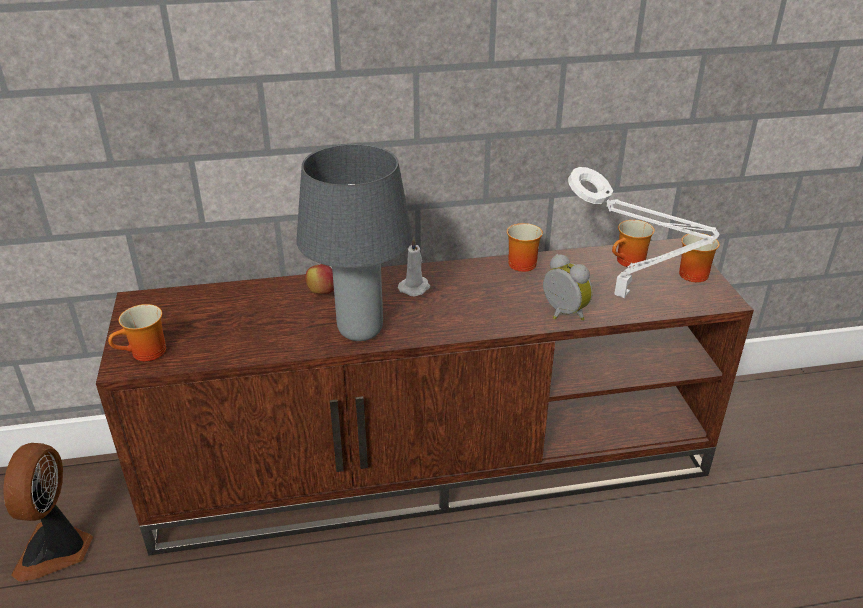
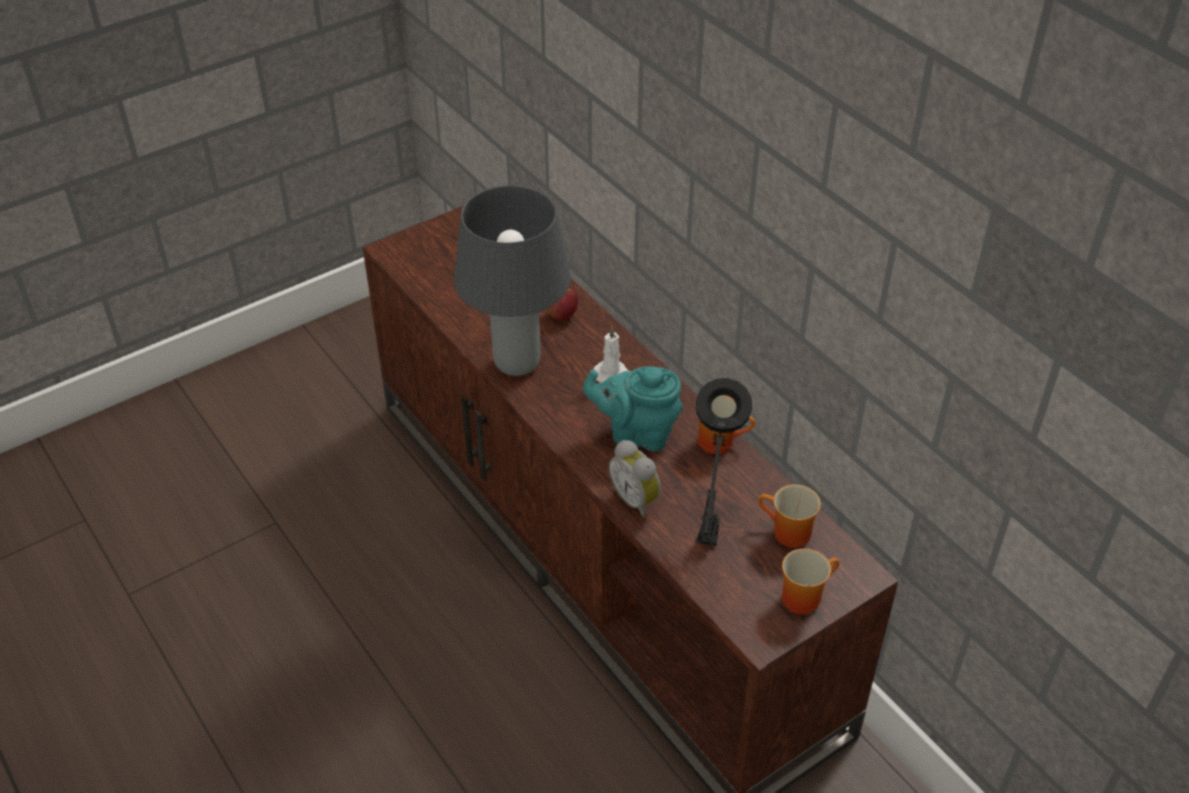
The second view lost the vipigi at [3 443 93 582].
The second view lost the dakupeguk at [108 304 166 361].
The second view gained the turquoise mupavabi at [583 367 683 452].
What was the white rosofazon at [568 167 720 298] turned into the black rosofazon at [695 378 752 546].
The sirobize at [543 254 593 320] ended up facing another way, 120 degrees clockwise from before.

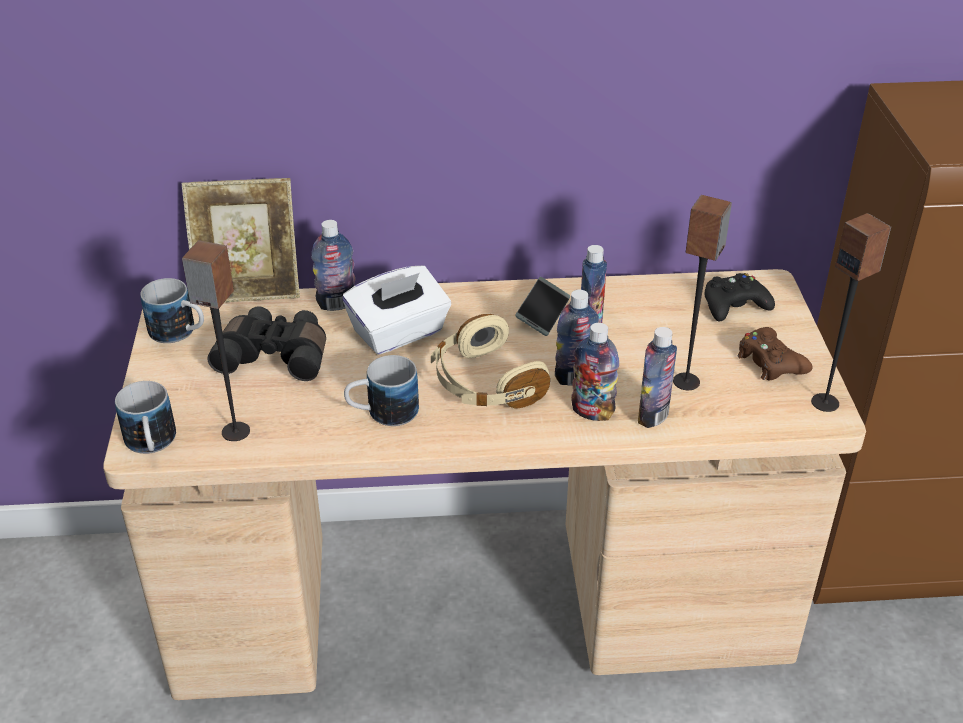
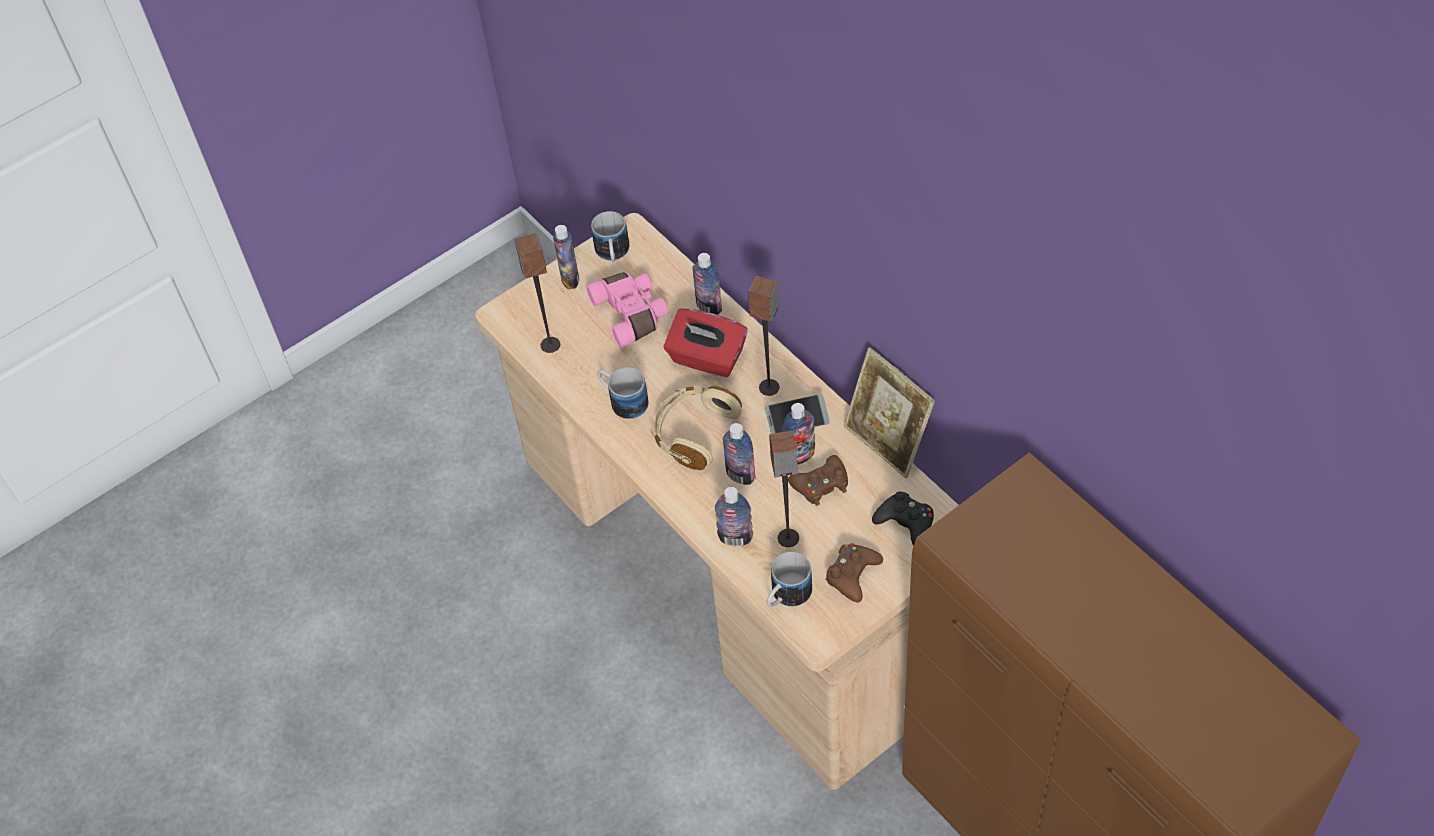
The second view gained the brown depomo at [788 455 848 506].
The dakupeguk ended up elsewhere, having gone from [115 381 176 454] to [767 552 812 607].
The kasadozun ended up elsewhere, having gone from [182 178 300 303] to [844 347 935 478].
The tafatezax ended up elsewhere, having gone from [571 323 619 421] to [553 225 579 290].
The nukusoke ended up elsewhere, having gone from [811 213 891 412] to [748 276 780 396].
What was the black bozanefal at [207 306 326 381] turned into the pink bozanefal at [586 272 668 348].
What was the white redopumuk at [342 266 451 355] turned into the red redopumuk at [664 309 748 377].

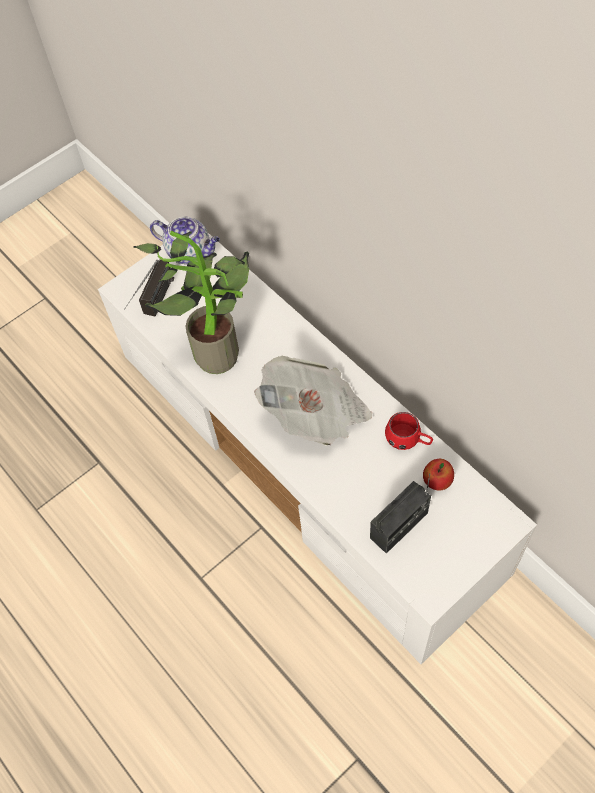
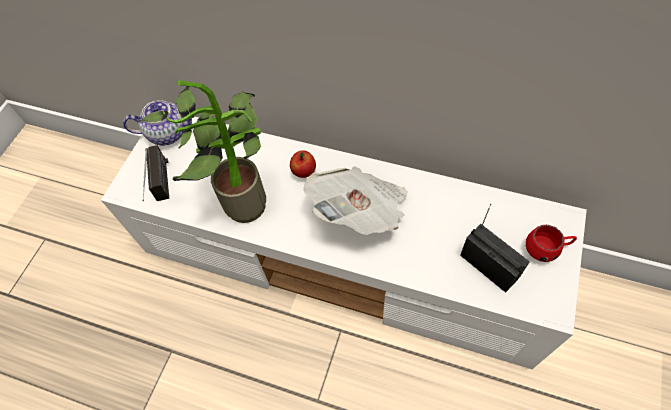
The red dakupeguk ended up elsewhere, having gone from [385 412 433 450] to [526 225 577 262].
The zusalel ended up elsewhere, having gone from [423 459 454 490] to [290 150 316 178].
The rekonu at [370 474 431 553] ended up facing another way, 60 degrees counterclockwise from before.

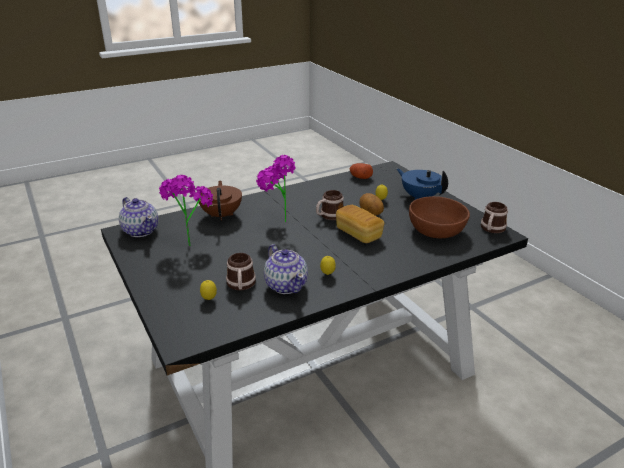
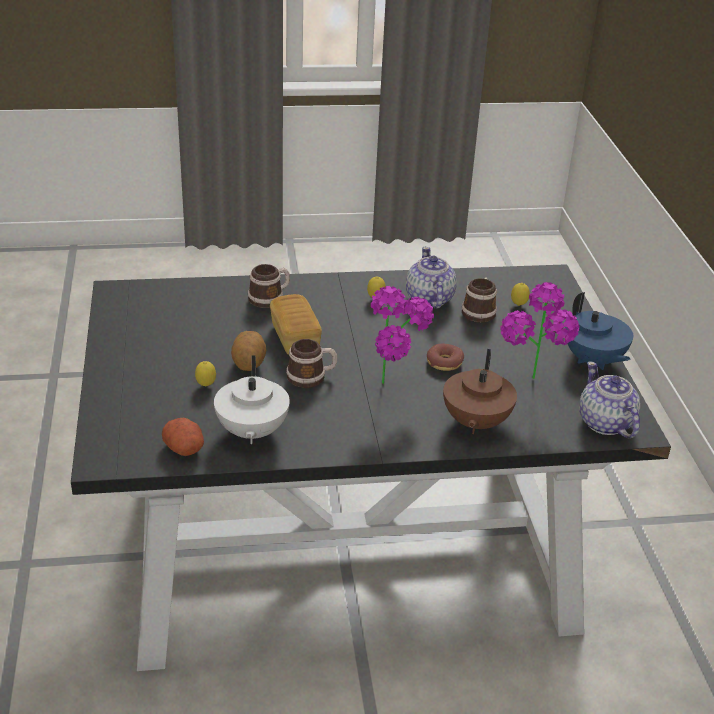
The second view lost the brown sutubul at [409 196 470 238].
The second view gained the white mupavabi at [214 355 290 444].
The second view gained the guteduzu at [427 344 464 371].
The blue mupavabi ended up elsewhere, having gone from [397 169 448 200] to [565 292 633 370].
The dakupeguk ended up elsewhere, having gone from [481 202 508 233] to [248 264 290 308].

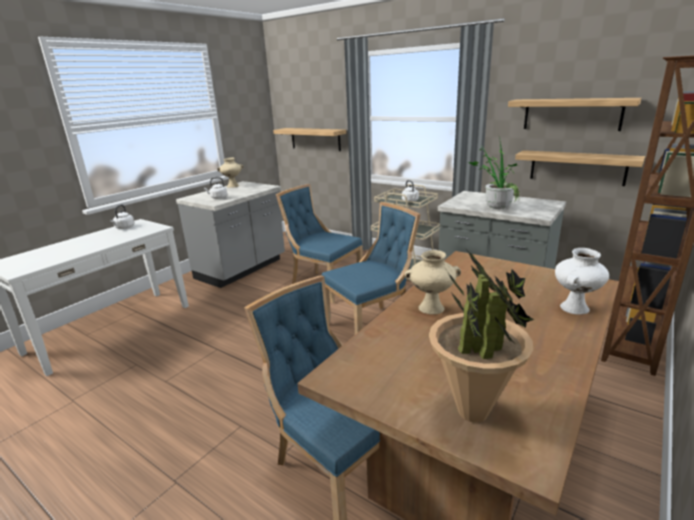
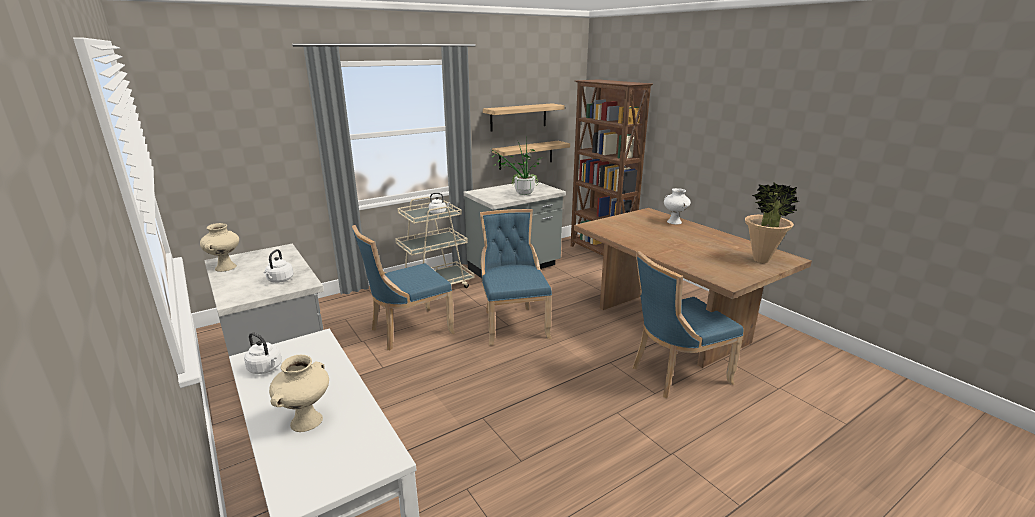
The second view lost the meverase at [273 128 346 151].
The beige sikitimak ended up elsewhere, having gone from [405 250 461 315] to [269 355 329 432].

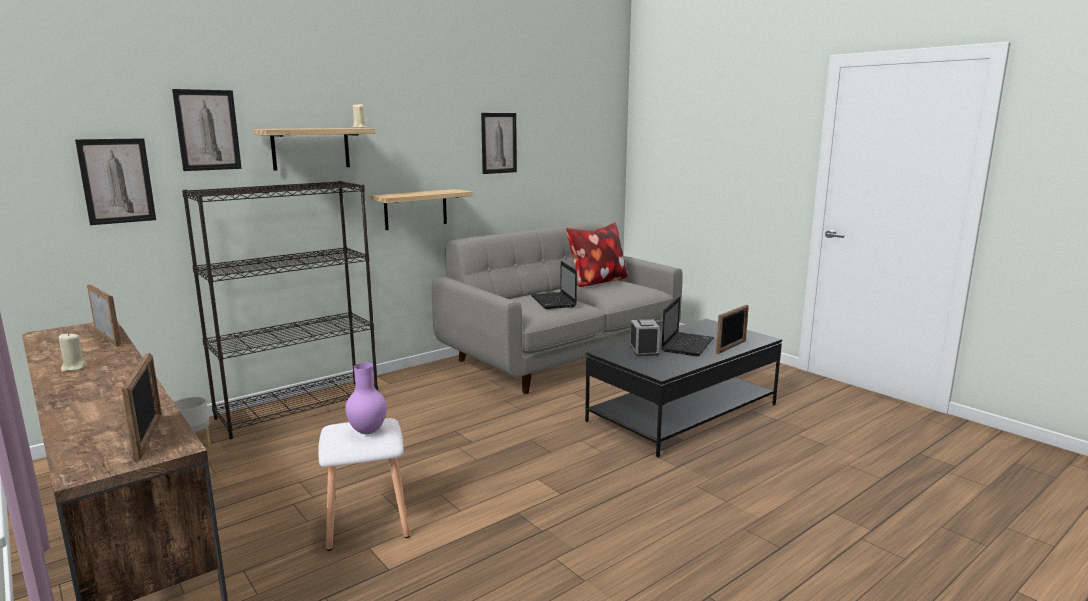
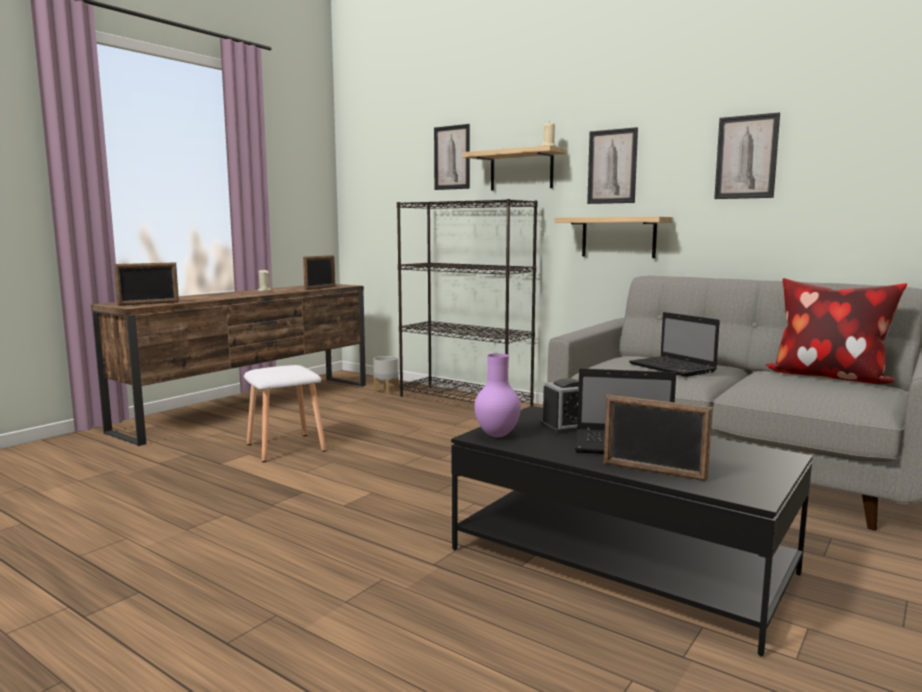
The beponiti ended up elsewhere, having gone from [75 138 156 225] to [587 127 638 204].
The purple sikitimak ended up elsewhere, having gone from [345 363 387 434] to [474 353 521 437].
The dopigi at [531 261 577 309] ended up facing another way, 90 degrees counterclockwise from before.

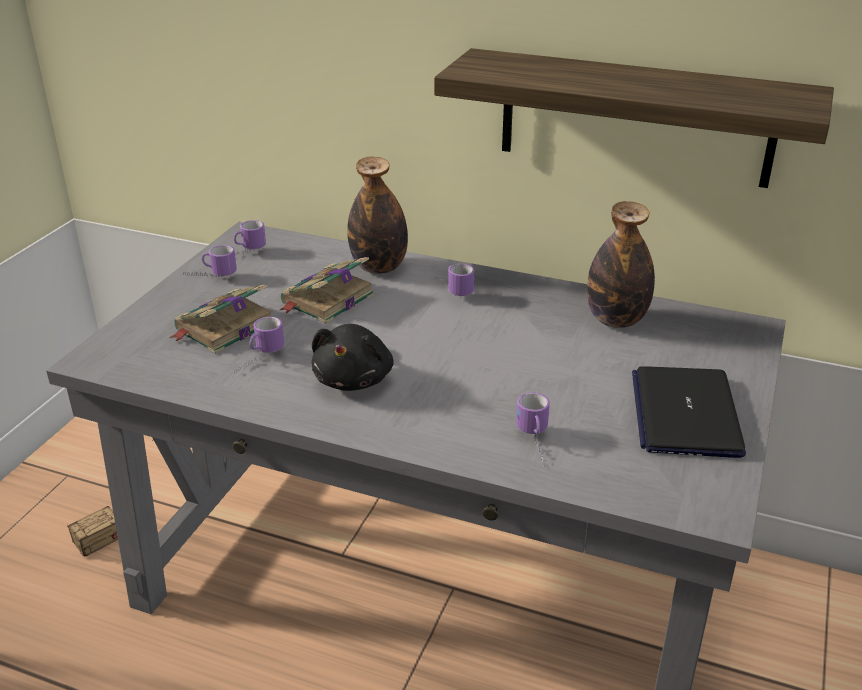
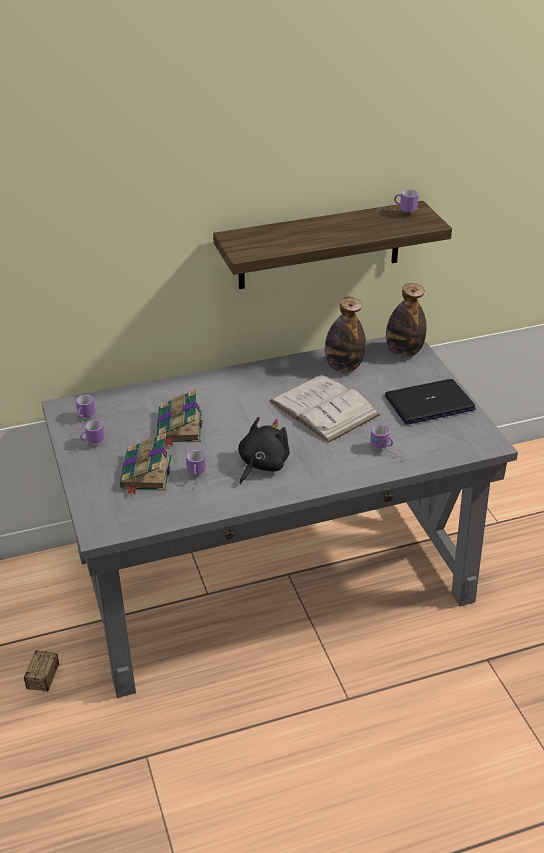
The second view gained the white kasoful at [269 375 380 443].
The tafatezax ended up elsewhere, having gone from [347 156 408 274] to [386 283 427 358].
The dakupeguk ended up elsewhere, having gone from [436 264 474 296] to [380 190 419 213].
The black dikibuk at [312 324 394 391] ended up facing another way, 120 degrees counterclockwise from before.
The dopigi at [632 366 746 458] ended up facing another way, 105 degrees clockwise from before.

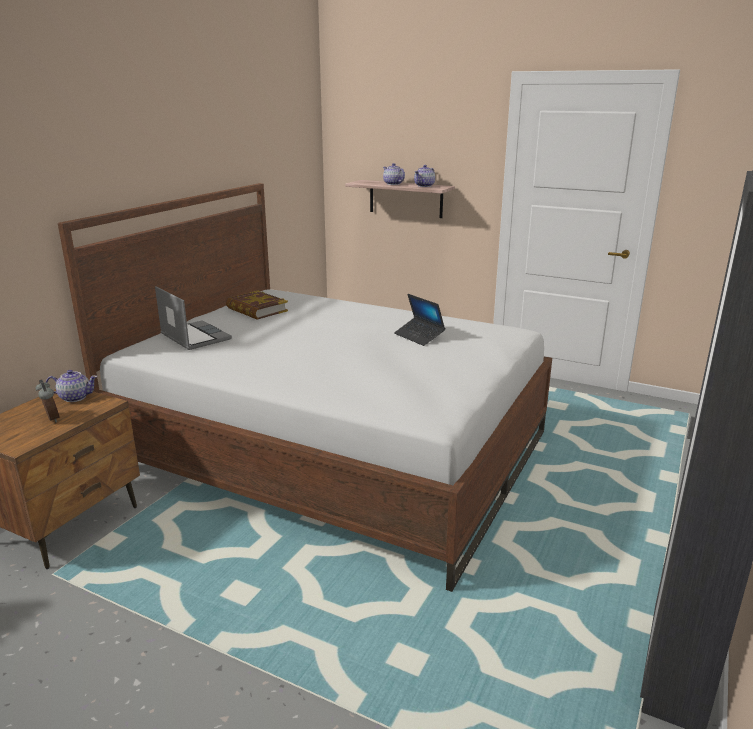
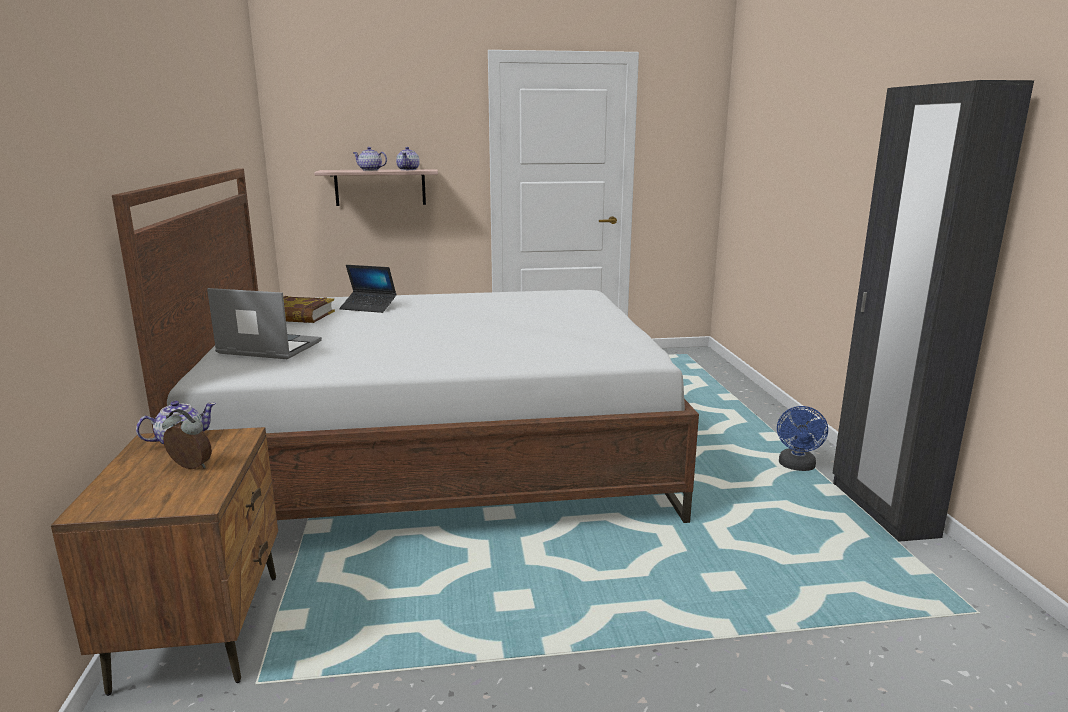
The second view gained the blue vipigi at [777 406 828 471].
The dopigi ended up elsewhere, having gone from [394 294 445 346] to [339 265 396 313].

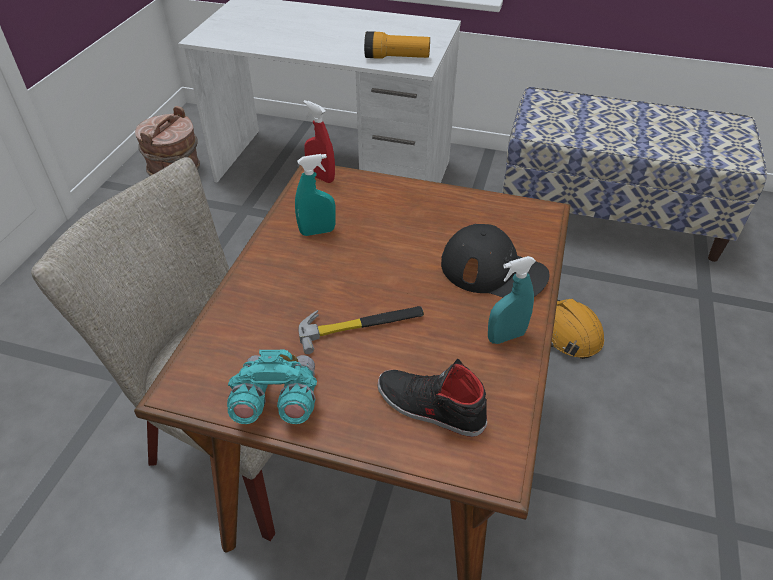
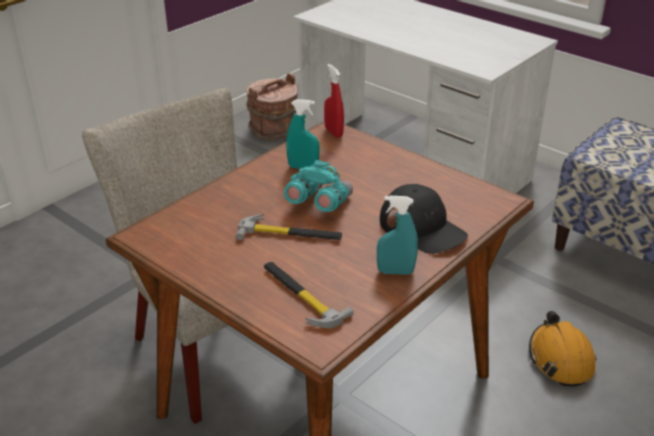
The second view lost the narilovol at [364 31 430 59].
The turquoise bozanefal ended up elsewhere, having gone from [227 349 317 424] to [284 160 353 212].
Where the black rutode stood at [377 359 487 437], the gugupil came to stand at [264 262 354 328].

